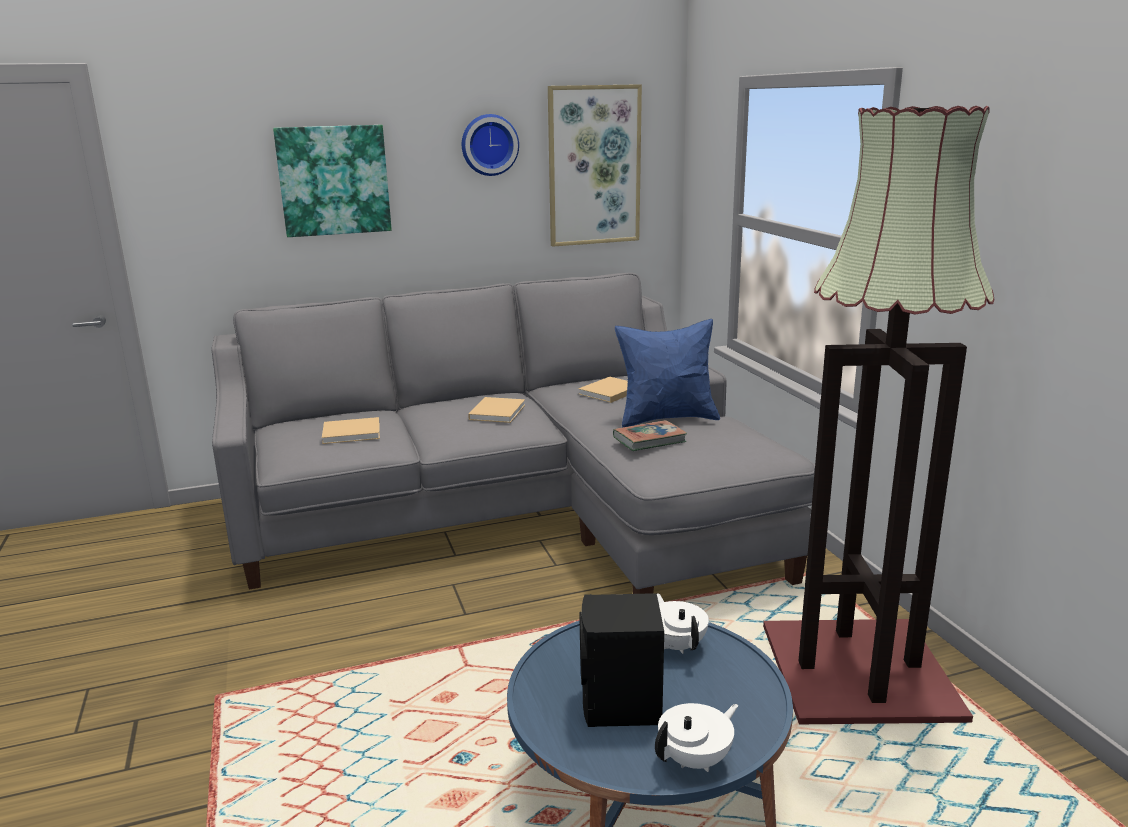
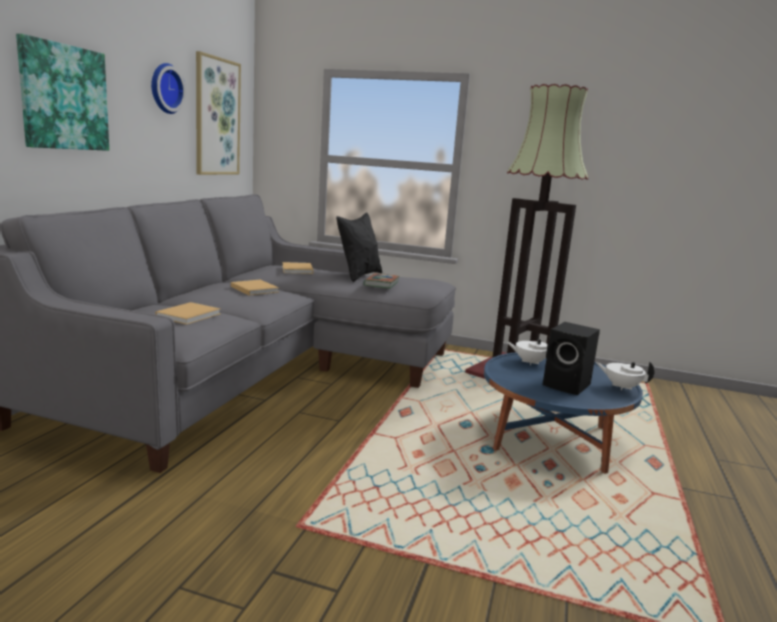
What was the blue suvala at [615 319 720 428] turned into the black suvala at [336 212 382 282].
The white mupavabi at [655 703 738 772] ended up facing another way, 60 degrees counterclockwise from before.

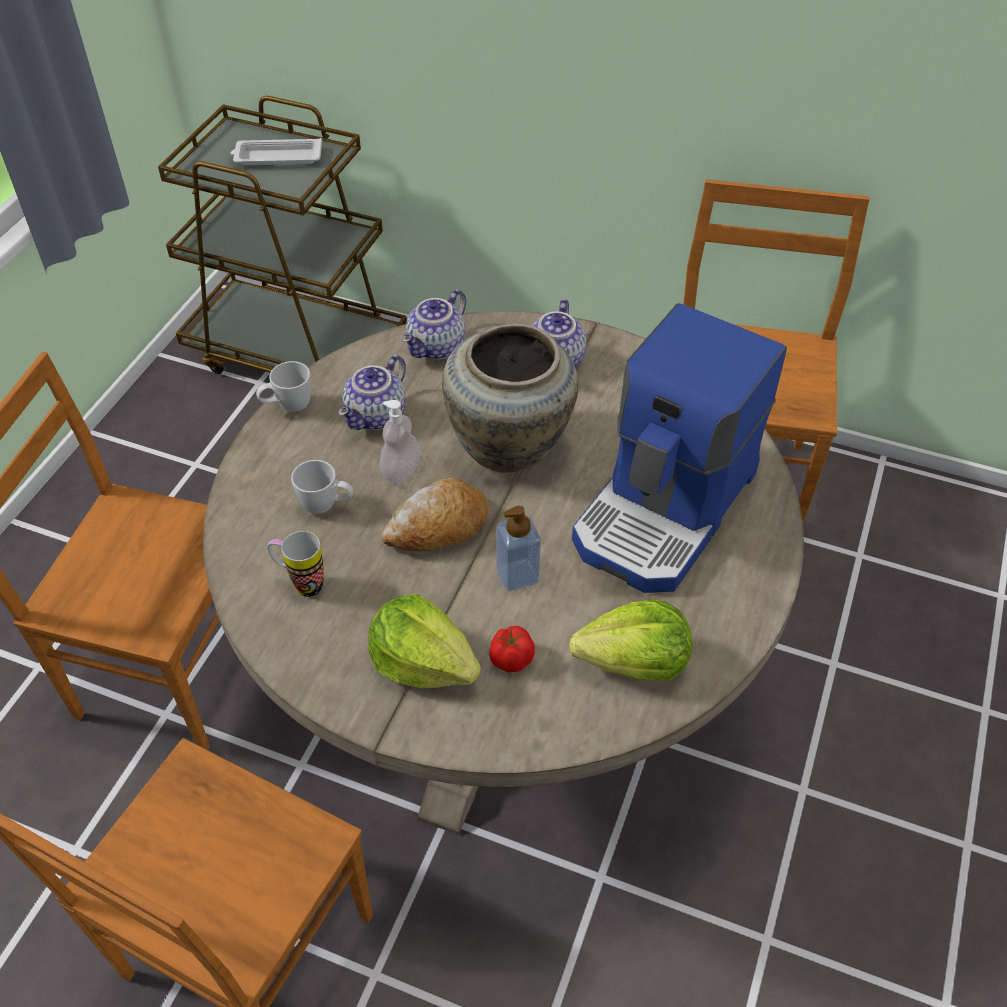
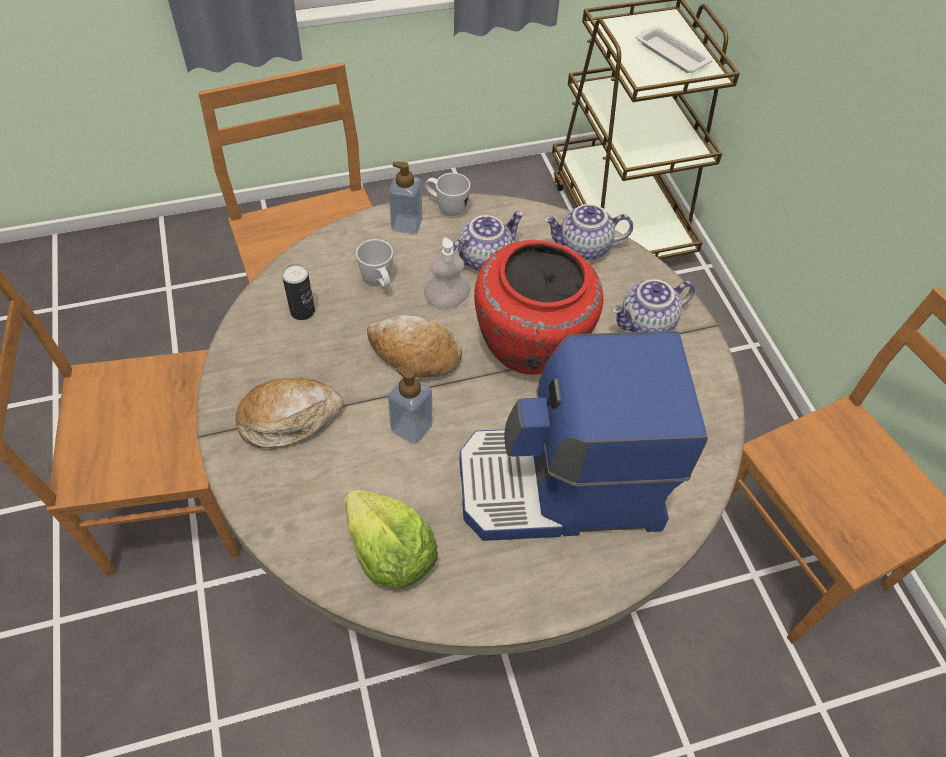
The second view lost the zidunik at [489 626 535 672].
The second view gained the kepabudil at [389 162 422 234].
Where the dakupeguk stood at [267 531 324 597], the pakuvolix came to stand at [282 264 315 320].
Where the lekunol stood at [368 594 481 688], the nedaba came to stand at [236 377 343 448].
What was the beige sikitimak at [442 324 578 473] turned into the red sikitimak at [474 240 603 375].
The mupavabi at [338 355 406 430] ended up facing another way, 150 degrees clockwise from before.

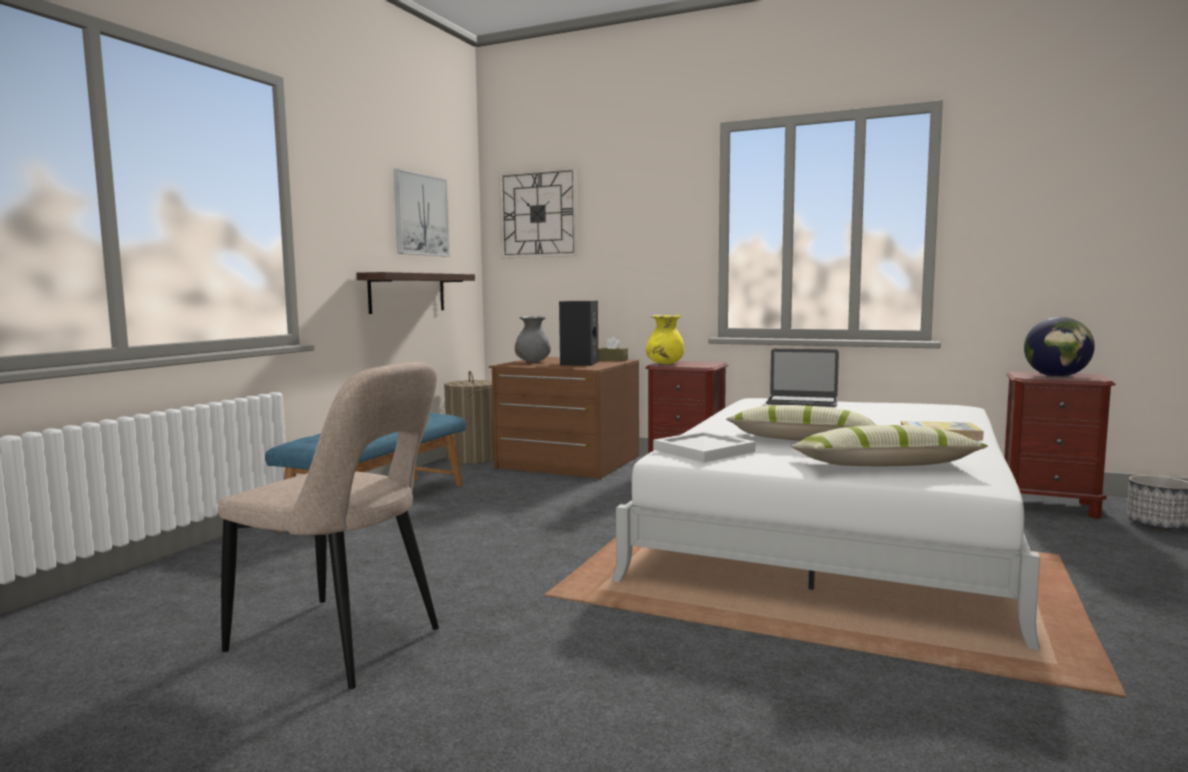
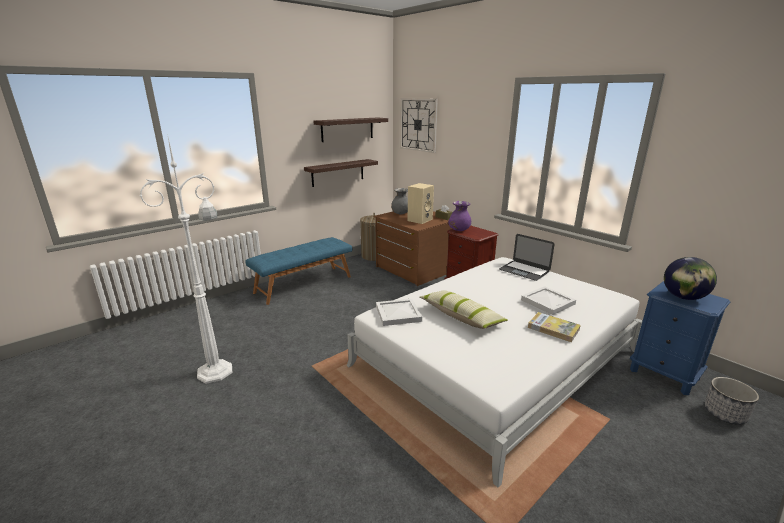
The second view lost the suvala at [791 425 988 467].
The second view gained the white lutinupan at [521 286 576 315].
Where the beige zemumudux stood at [218 362 439 689], the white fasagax came to stand at [140 138 232 384].
Where the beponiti hung at [393 169 450 257], the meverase came to hang at [314 117 388 142].
What was the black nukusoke at [559 301 598 366] turned into the beige nukusoke at [408 183 434 224].
What was the yellow sikitimak at [646 315 684 365] turned into the purple sikitimak at [448 201 471 231].
What was the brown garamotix at [1004 371 1116 519] turned into the blue garamotix at [630 281 730 395].

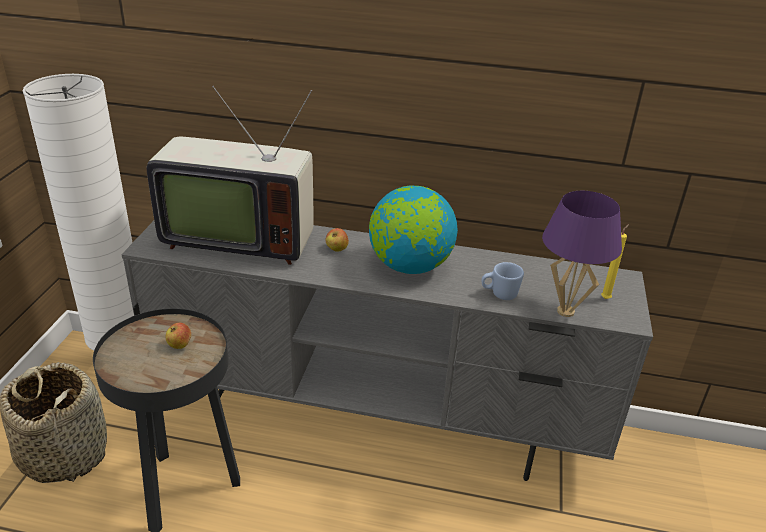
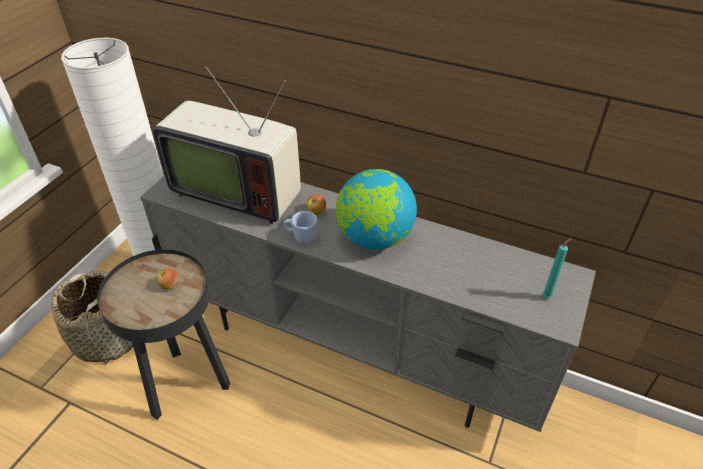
The second view lost the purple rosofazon at [542 191 622 317].
The blue dakupeguk ended up elsewhere, having gone from [481 262 524 300] to [283 211 317 244].
What was the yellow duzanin at [601 224 629 299] turned into the turquoise duzanin at [542 238 572 299].

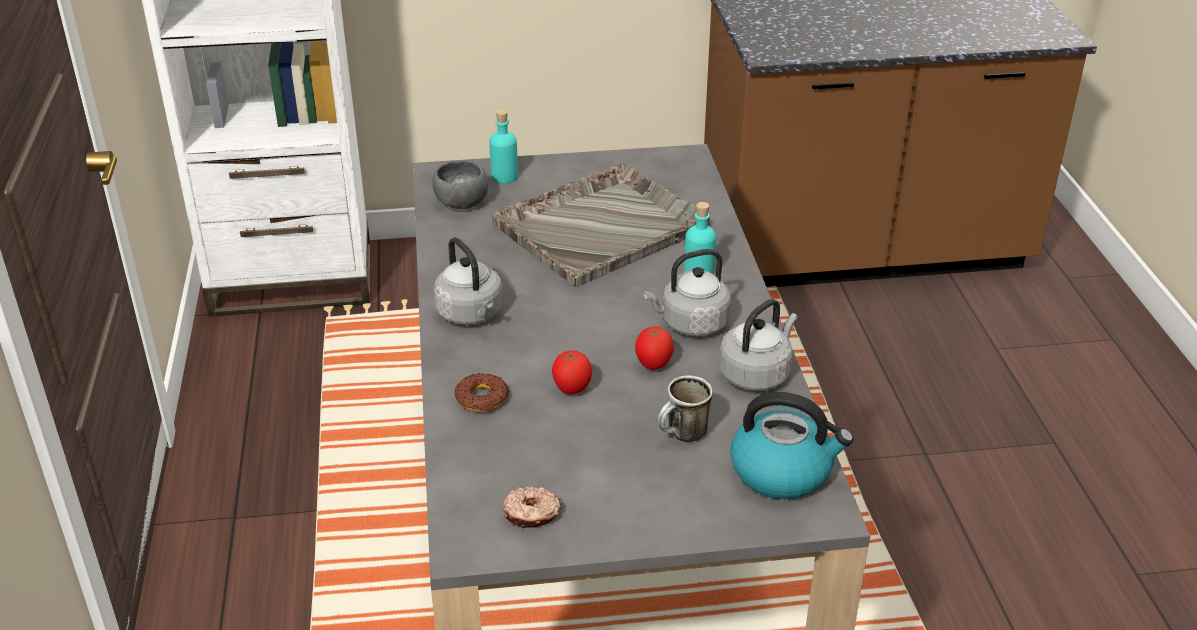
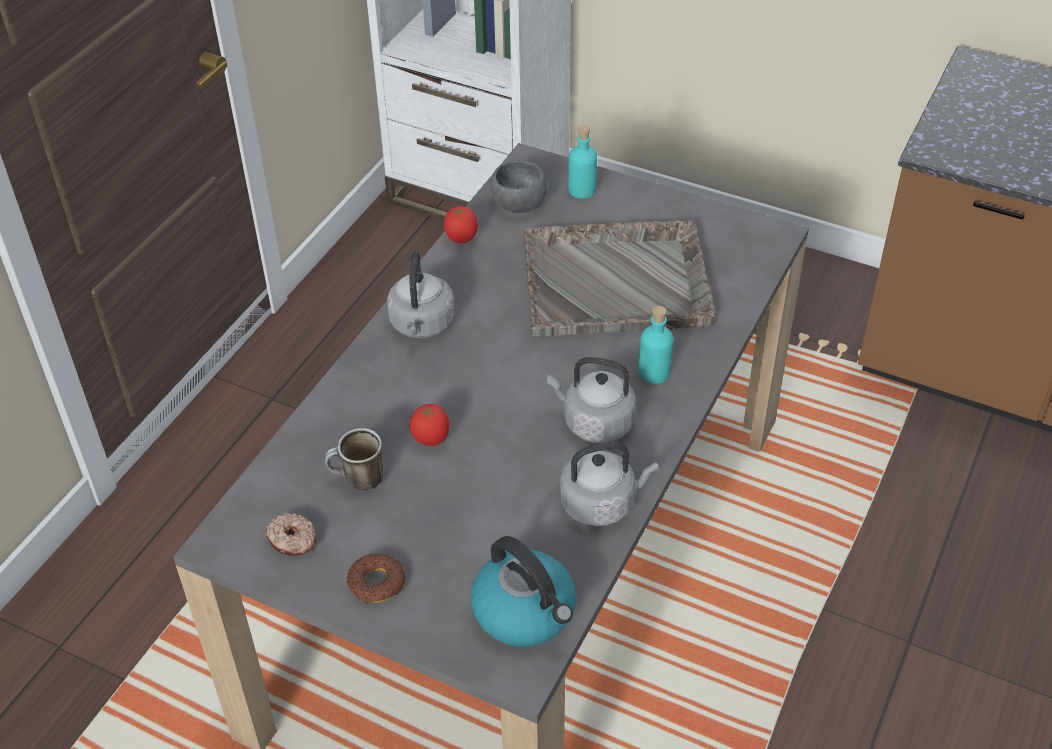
The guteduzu ended up elsewhere, having gone from [454 373 509 412] to [347 554 405 604].
The zidunik ended up elsewhere, having gone from [635 326 674 370] to [444 206 478 243].
The dakupeguk ended up elsewhere, having gone from [658 375 713 442] to [325 428 383 491].

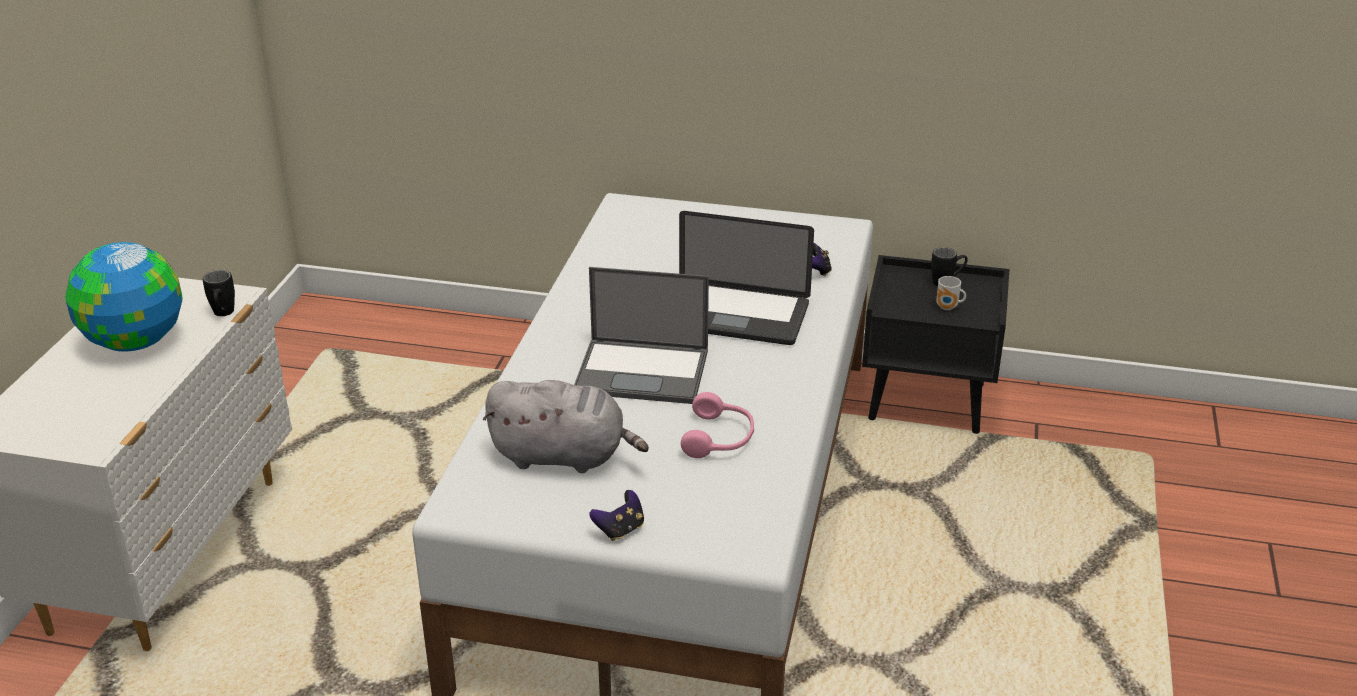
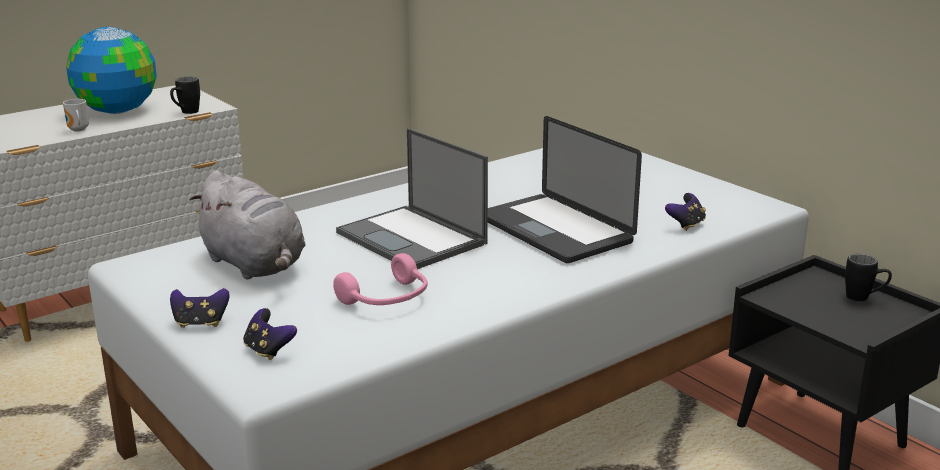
The second view gained the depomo at [243 308 297 360].
The dakupeguk ended up elsewhere, having gone from [937 276 966 310] to [63 99 89 132].

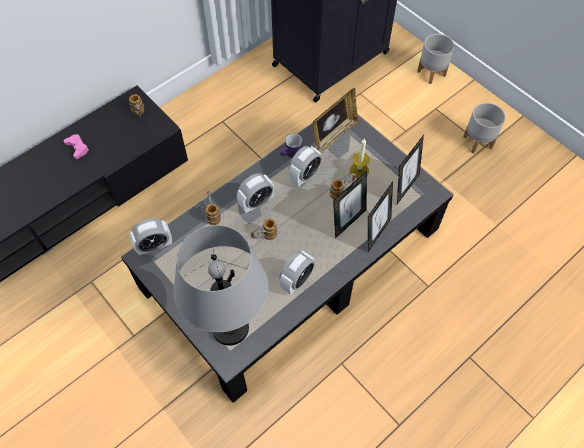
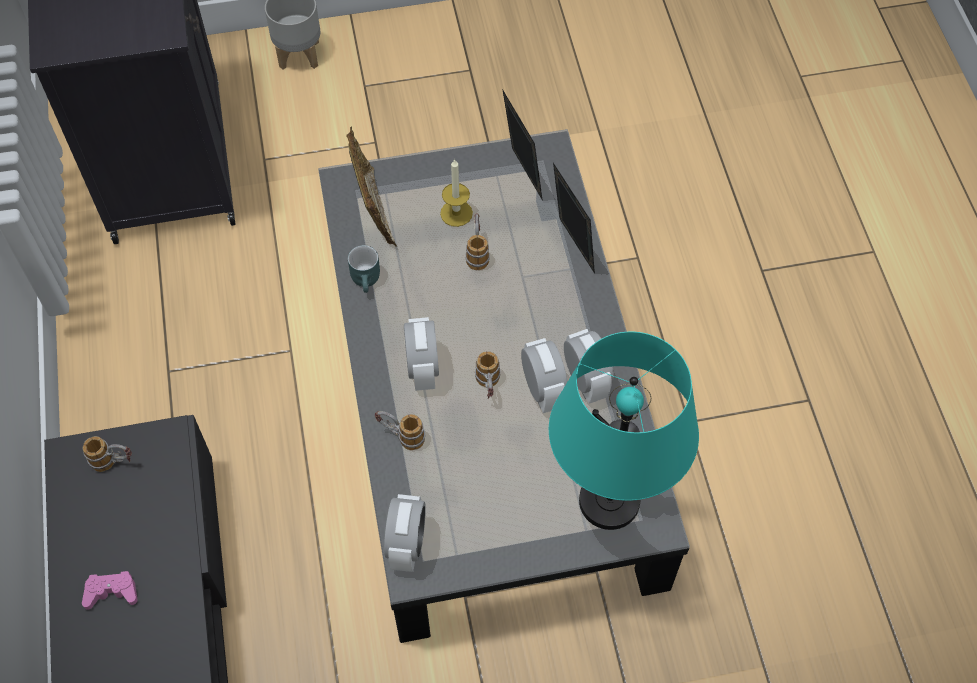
The second view lost the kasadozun at [333 171 367 239].
The second view lost the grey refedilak at [463 103 505 153].
The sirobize ended up elsewhere, having gone from [289 146 322 187] to [521 338 568 413].
What was the grey rosofazon at [174 225 268 346] turned into the turquoise rosofazon at [549 332 699 530].
What was the purple dakupeguk at [280 133 303 158] turned into the turquoise dakupeguk at [348 245 380 293].

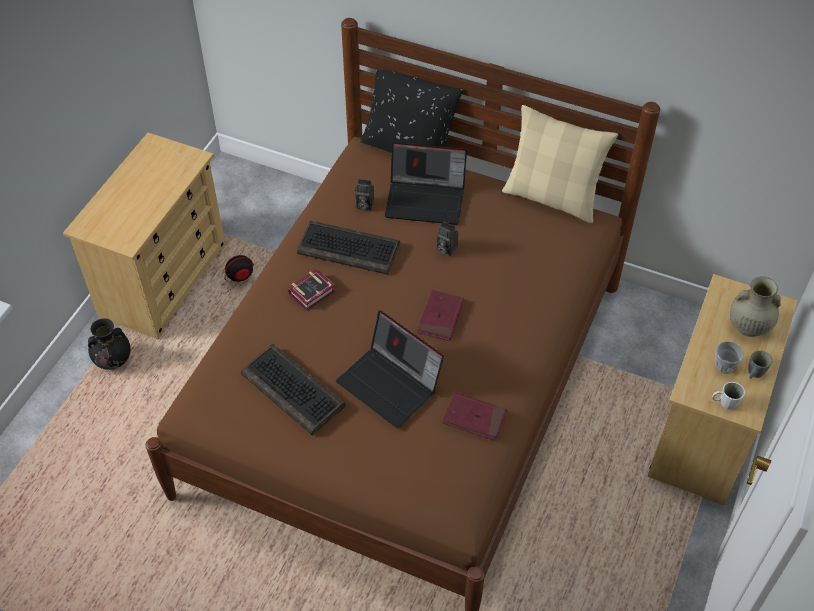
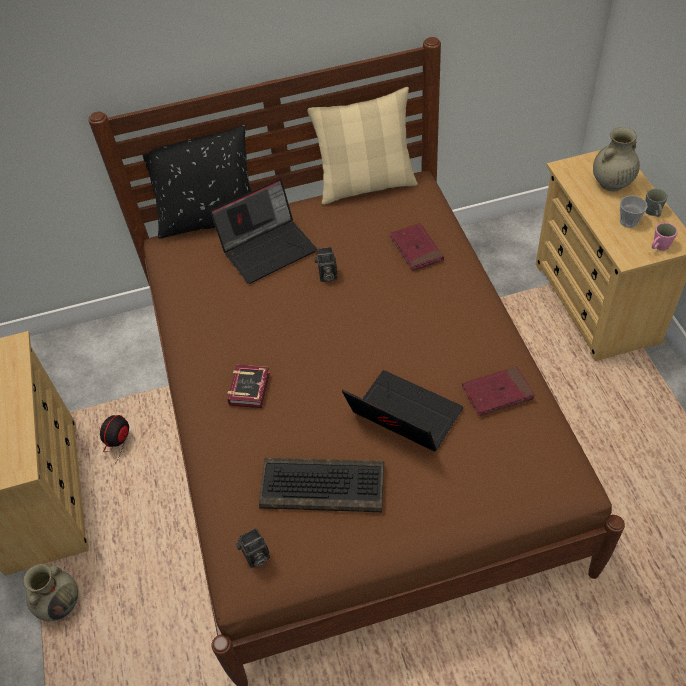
The second view lost the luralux at [297 220 400 275].
The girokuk ended up elsewhere, having gone from [355 179 374 211] to [236 528 270 568].
The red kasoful ended up elsewhere, having gone from [417 290 464 341] to [390 223 444 271].
What was the black sikitimak at [88 318 131 370] turned into the beige sikitimak at [23 564 78 621].
What was the white dakupeguk at [712 382 745 410] turned into the pink dakupeguk at [652 223 678 251].
The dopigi at [336 310 444 428] ended up facing another way, 150 degrees counterclockwise from before.

